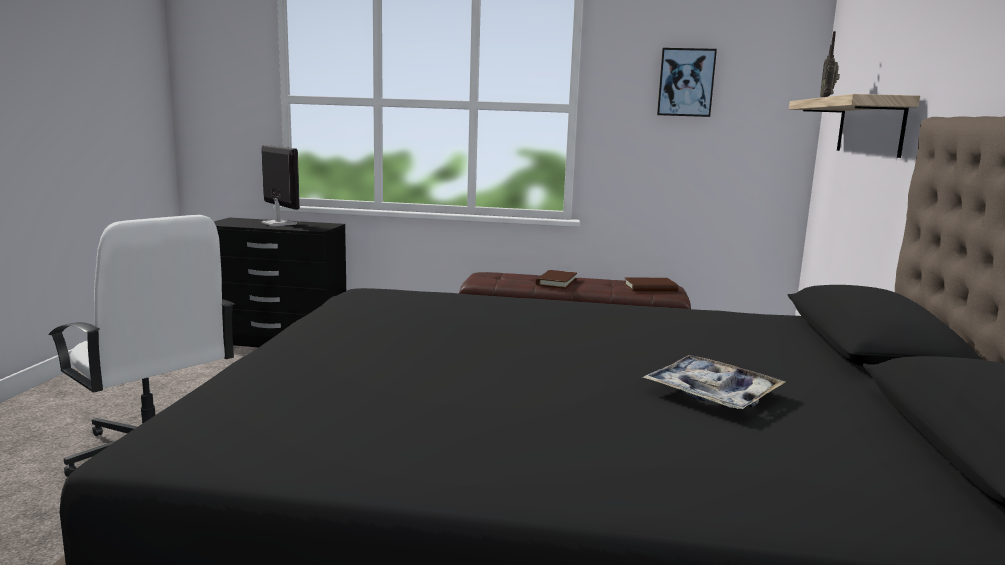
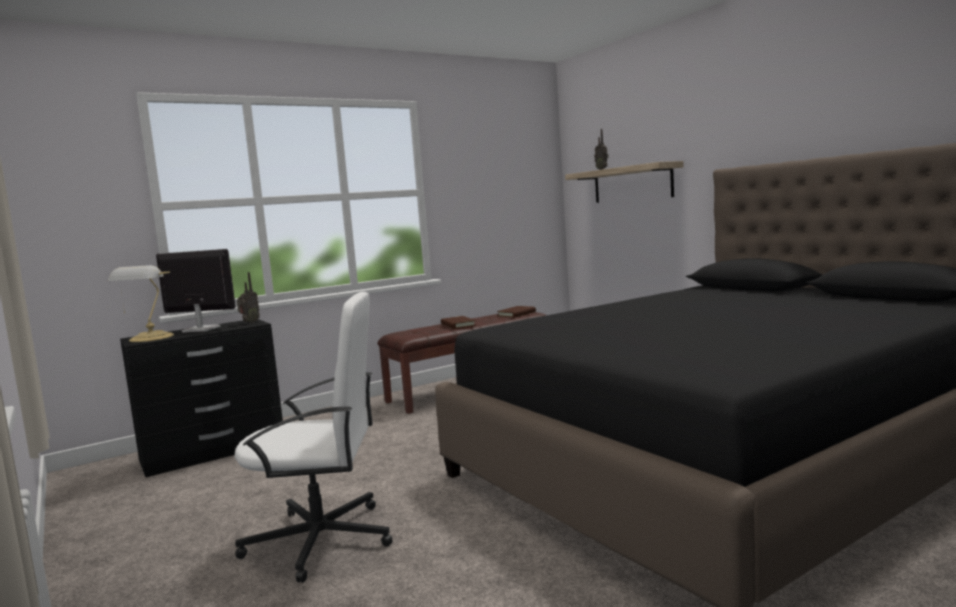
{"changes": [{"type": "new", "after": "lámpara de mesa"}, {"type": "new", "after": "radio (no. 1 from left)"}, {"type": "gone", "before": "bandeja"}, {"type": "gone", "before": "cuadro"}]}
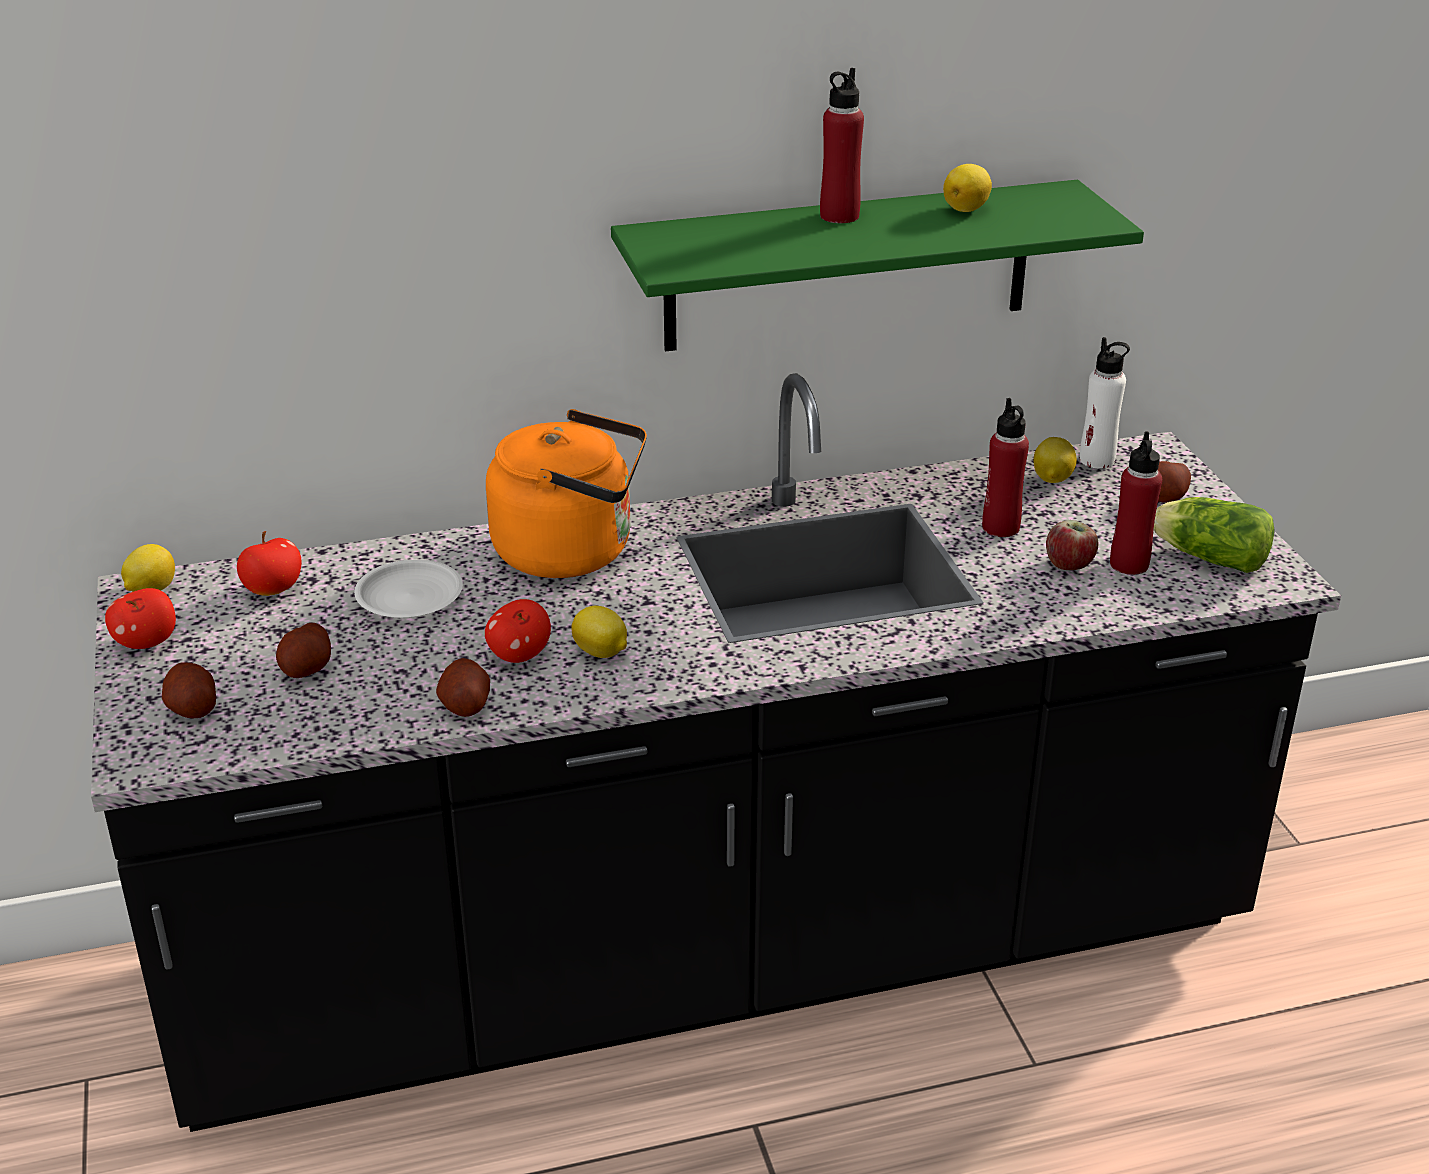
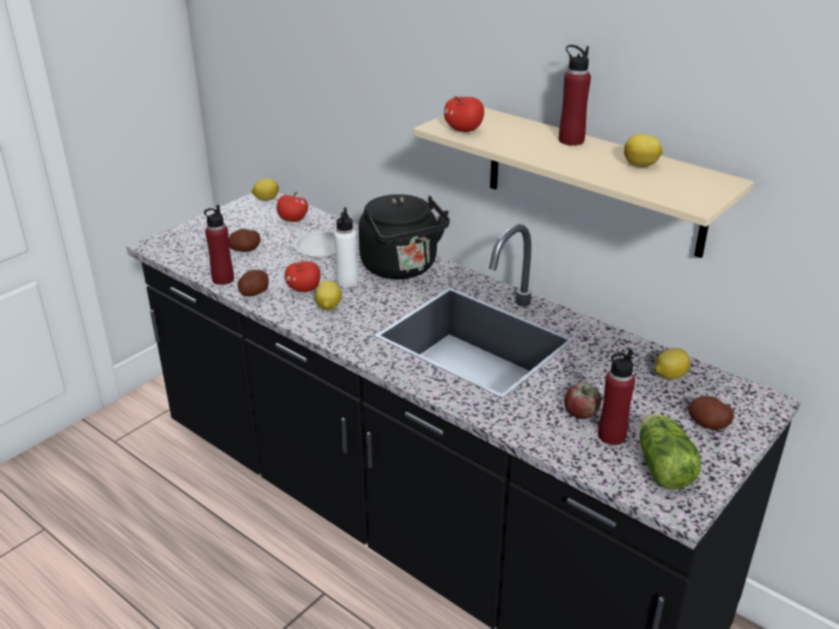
{"changes": [{"type": "shifted", "before": "botella [rojo] (no. 2 from left in the first image)", "after": "botella [rojo] (no. 1 from left)"}, {"type": "shifted", "before": "botella [blanco]"}, {"type": "repainted", "before": "hervidor [naranja]", "after": "hervidor [negro]"}, {"type": "repainted", "before": "estante [verde]", "after": "estante [beis]"}, {"type": "shifted", "before": "manzana (no. 1 from left in the first image)", "after": "manzana (no. 3 from left)"}, {"type": "gone", "before": "patata (no. 1 from left)"}]}
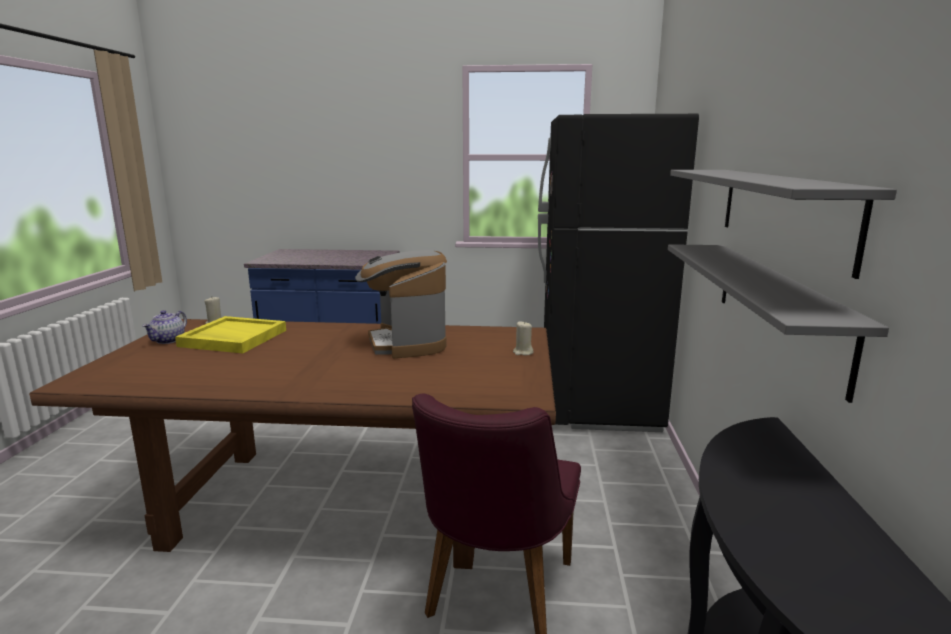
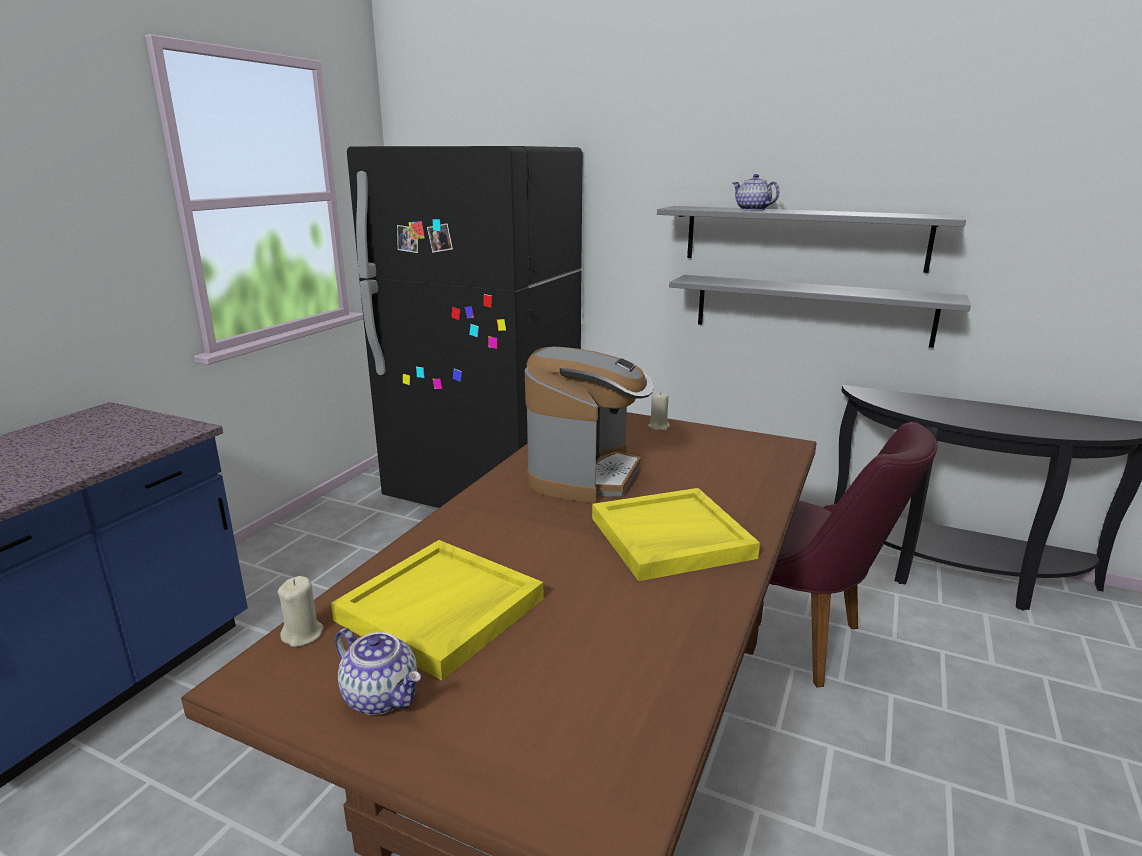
{"changes": [{"type": "rotated", "before": "cafetera", "turn": -75}, {"type": "new", "after": "bandeja [amarillo] (no. 2 from left)"}, {"type": "new", "after": "tetera (no. 2 from left)"}]}
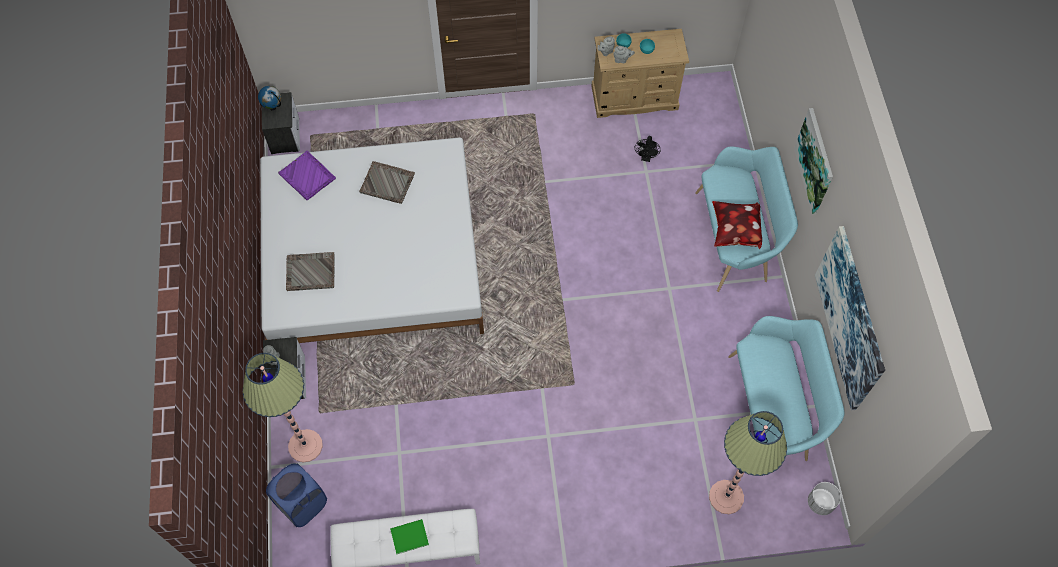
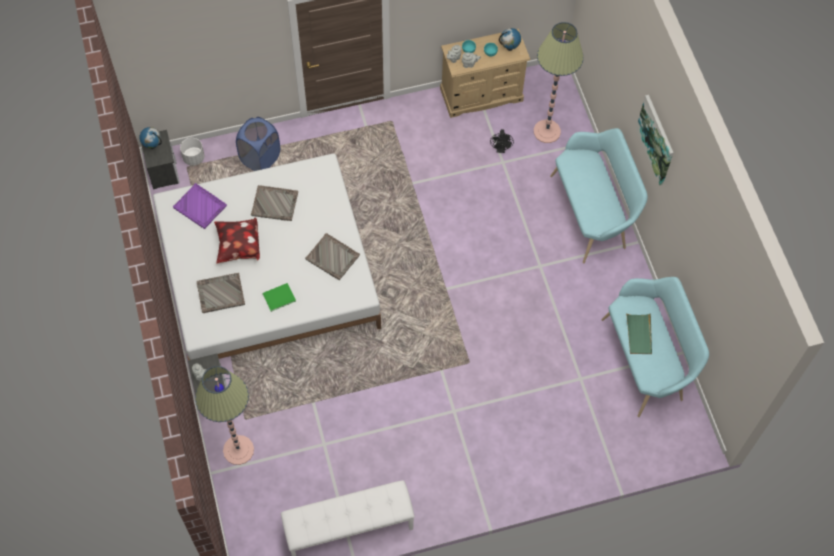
{"changes": [{"type": "shifted", "before": "maceta [blanco]"}, {"type": "shifted", "before": "cojín"}, {"type": "shifted", "before": "cesto de la ropa [azul]"}, {"type": "shifted", "before": "libro [verde]"}, {"type": "new", "after": "bandeja [gris] (no. 3 from left)"}, {"type": "new", "after": "globo terráqueo (no. 2 from left)"}, {"type": "shifted", "before": "lámpara de pie (no. 2 from left)"}, {"type": "new", "after": "bandeja [verde]"}, {"type": "gone", "before": "cuadro (no. 2 from left)"}]}
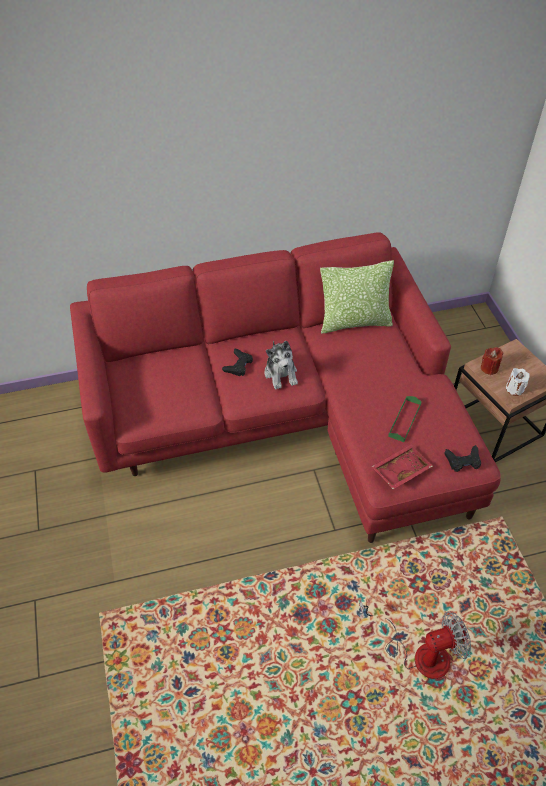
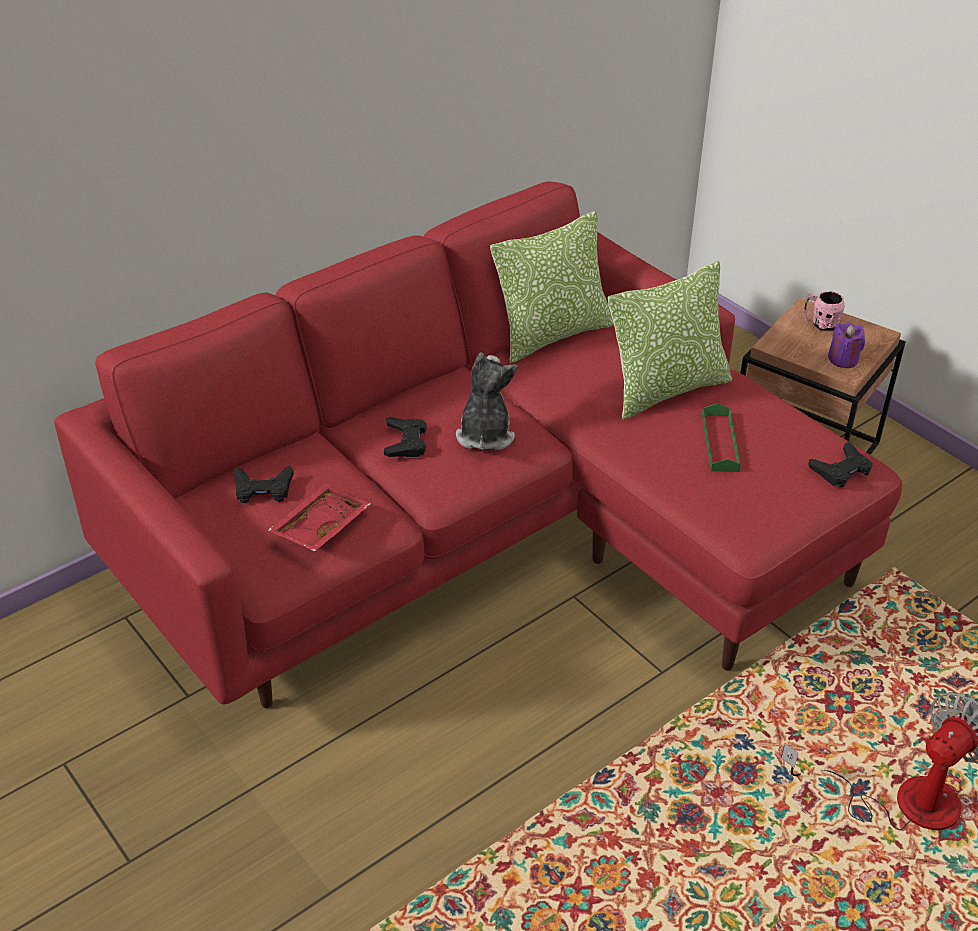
{"changes": [{"type": "new", "after": "mando de consola [negro] (no. 1 from left)"}, {"type": "shifted", "before": "bandeja [rojo]"}, {"type": "rotated", "before": "peluche", "turn": -135}, {"type": "new", "after": "cojín (no. 2 from left)"}, {"type": "new", "after": "taza grande [rosa]"}, {"type": "repainted", "before": "vela [blanco]", "after": "vela [morado]"}, {"type": "gone", "before": "vela [rojo]"}]}
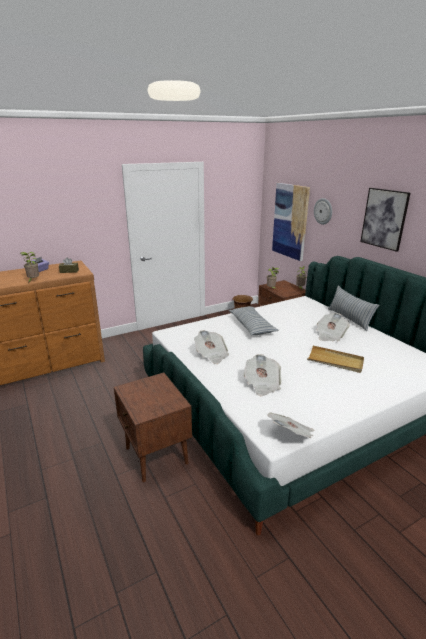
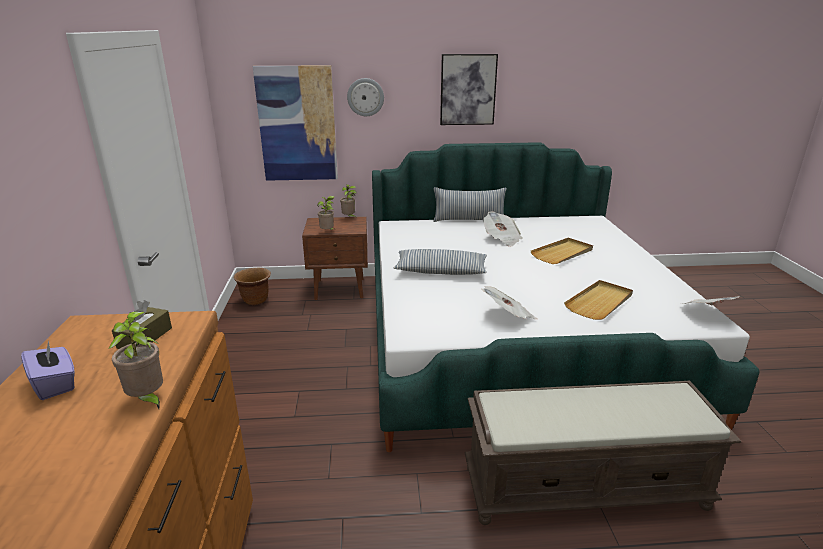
{"changes": [{"type": "swapped", "before": "mesita de noche [marrón] (no. 1 from left)", "after": "banco [marrón]"}, {"type": "swapped", "before": "periódico (no. 2 from left)", "after": "bandeja [beis] (no. 2 from left)"}]}
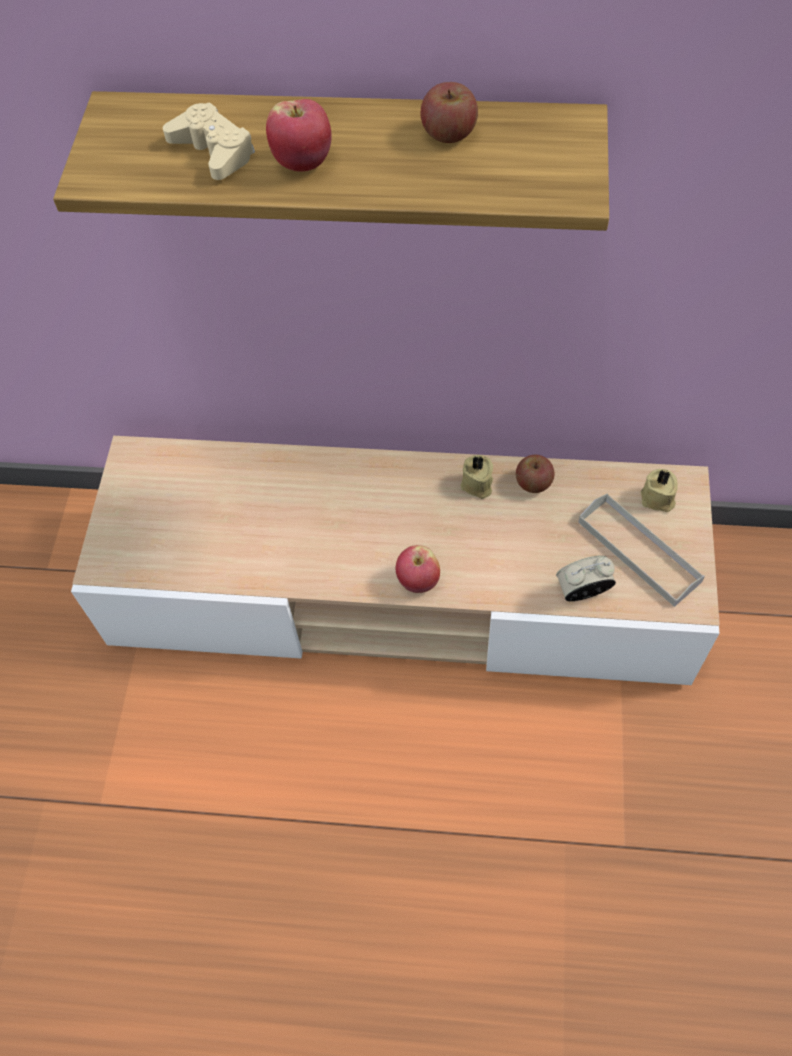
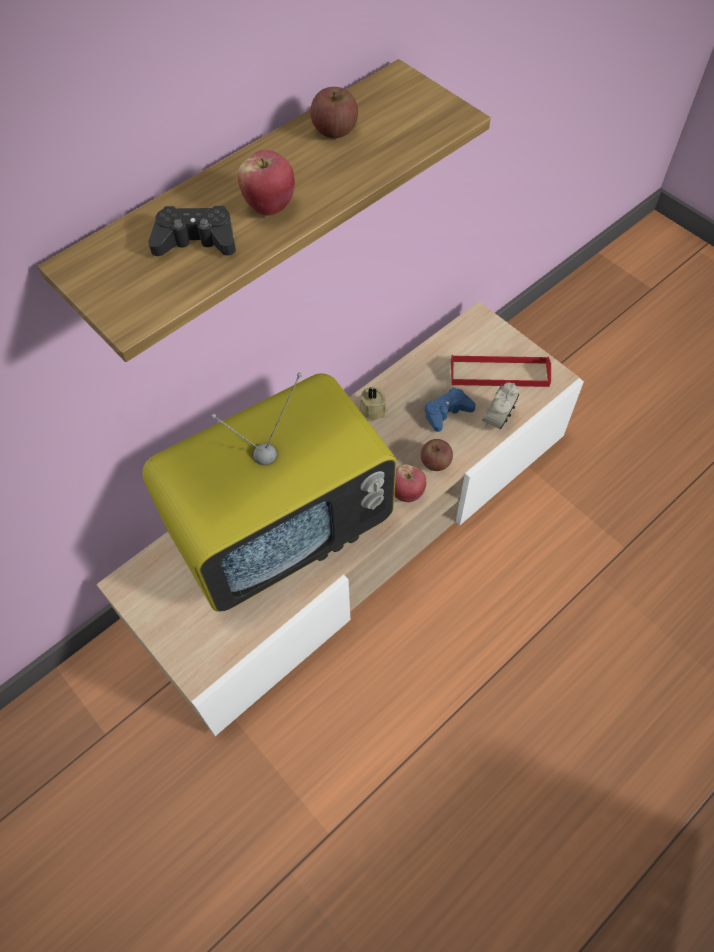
{"changes": [{"type": "new", "after": "televisor"}, {"type": "repainted", "before": "mando de consola [beis]", "after": "mando de consola [negro]"}, {"type": "shifted", "before": "manzana (no. 4 from left)"}, {"type": "new", "after": "mando de consola [azul]"}, {"type": "repainted", "before": "bandeja [gris]", "after": "bandeja [rojo]"}, {"type": "gone", "before": "vela [beis] (no. 2 from left)"}]}
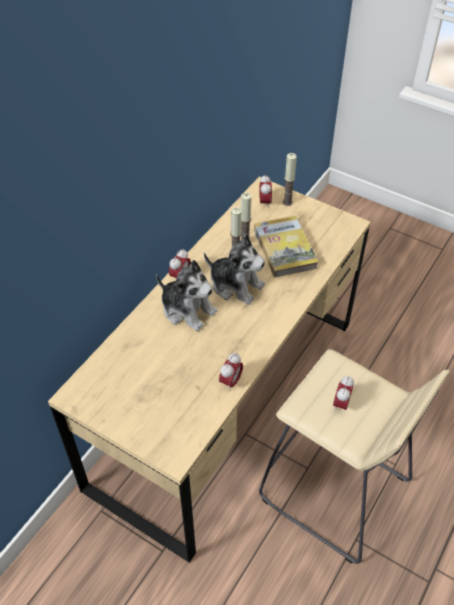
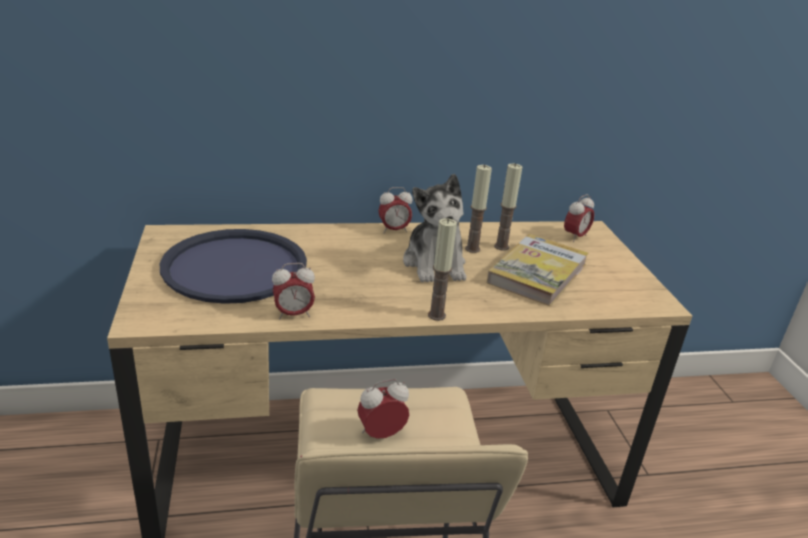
{"changes": [{"type": "new", "after": "bandeja [azul]"}, {"type": "shifted", "before": "vela (no. 3 from left in the first image)", "after": "vela (no. 1 from left)"}, {"type": "gone", "before": "peluche (no. 1 from left)"}]}
